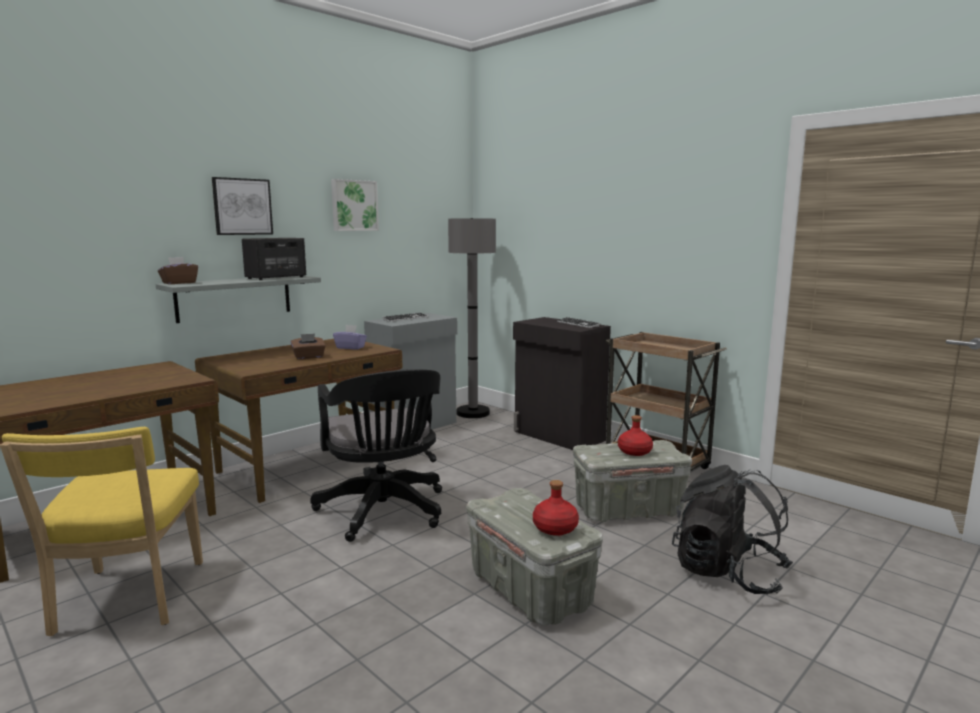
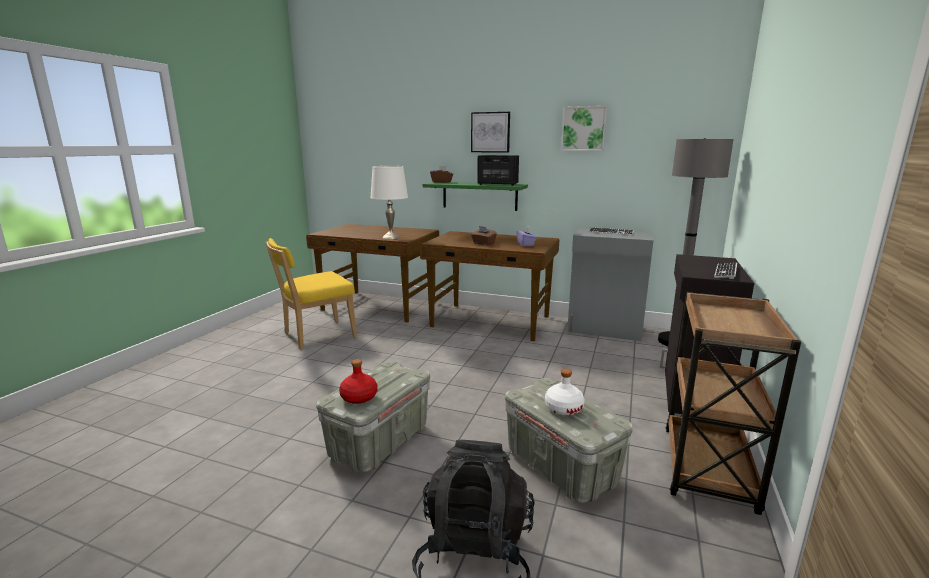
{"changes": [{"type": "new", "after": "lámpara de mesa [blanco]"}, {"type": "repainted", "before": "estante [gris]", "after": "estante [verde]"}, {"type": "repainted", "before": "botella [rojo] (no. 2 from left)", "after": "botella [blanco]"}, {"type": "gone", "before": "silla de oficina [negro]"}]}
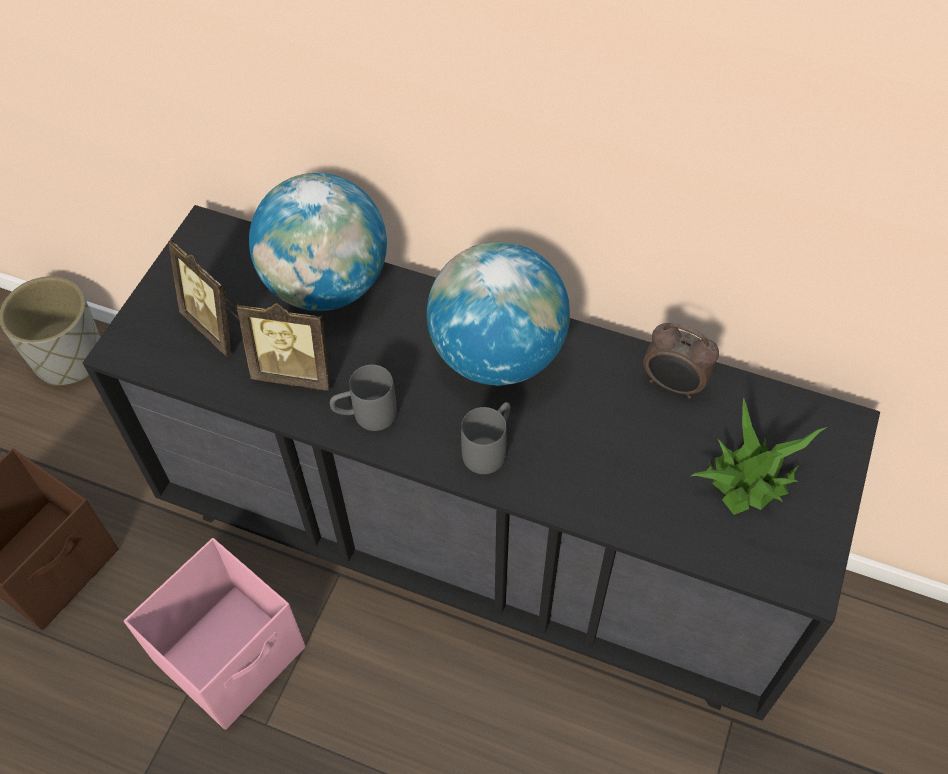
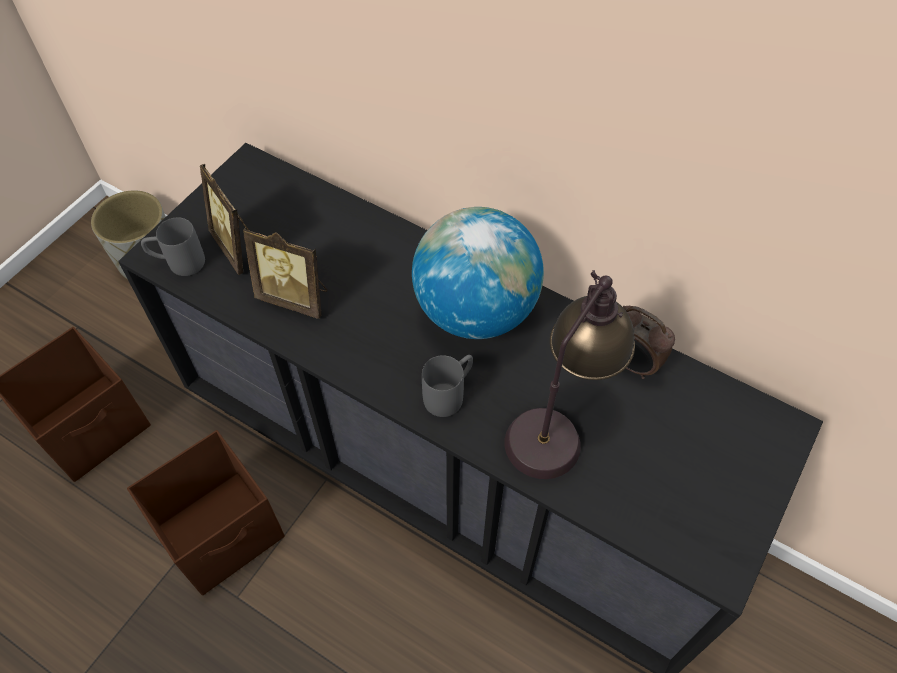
{"changes": [{"type": "repainted", "before": "caja de almacenaje [rosa]", "after": "caja de almacenaje [marrón] (no. 2 from left)"}, {"type": "shifted", "before": "taza grande [gris] (no. 1 from left)"}, {"type": "new", "after": "lámpara de mesa"}, {"type": "gone", "before": "globo terráqueo (no. 1 from left)"}, {"type": "gone", "before": "planta en maceta"}]}
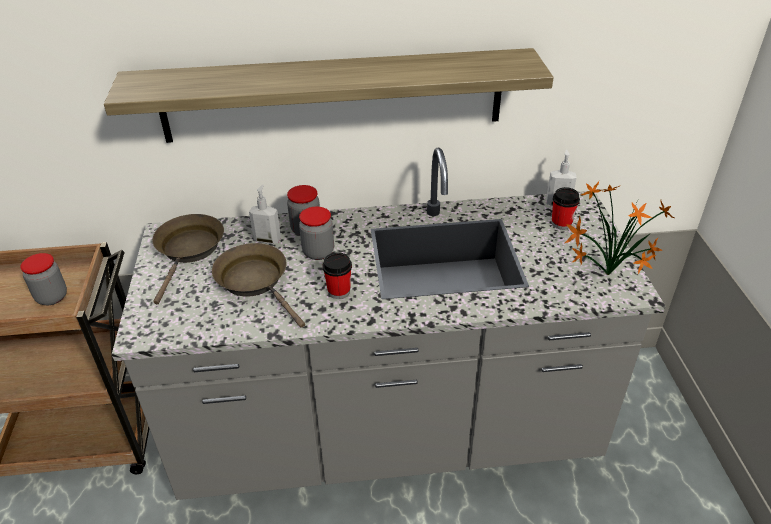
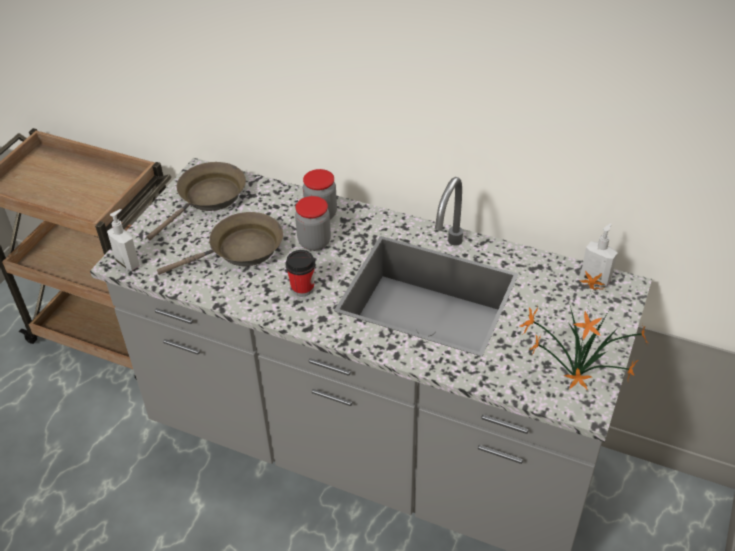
{"changes": [{"type": "shifted", "before": "dispensador de jabón (no. 1 from left)"}, {"type": "rotated", "before": "sartén [marrón] (no. 2 from left)", "turn": 75}, {"type": "gone", "before": "tarro (no. 1 from left)"}, {"type": "gone", "before": "estante"}, {"type": "gone", "before": "taza (no. 2 from left)"}]}
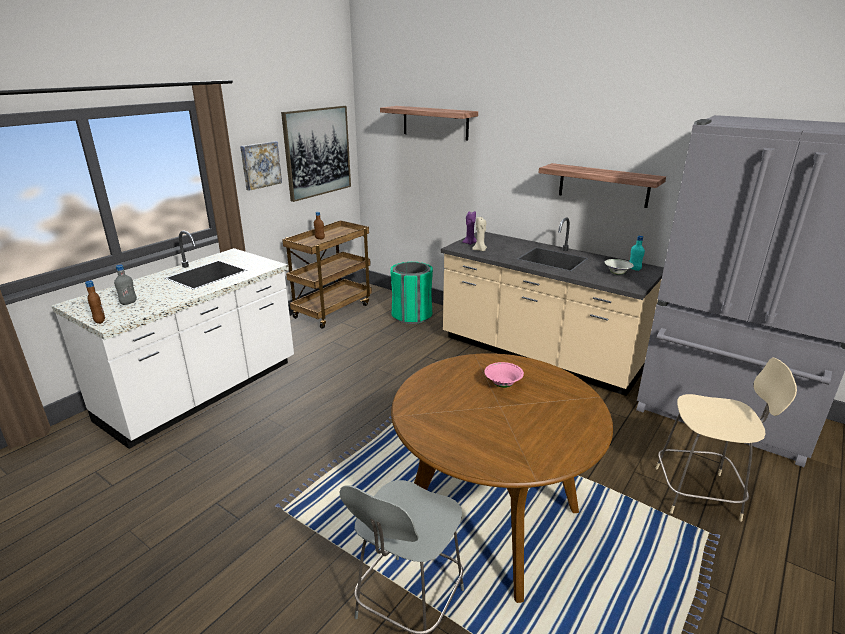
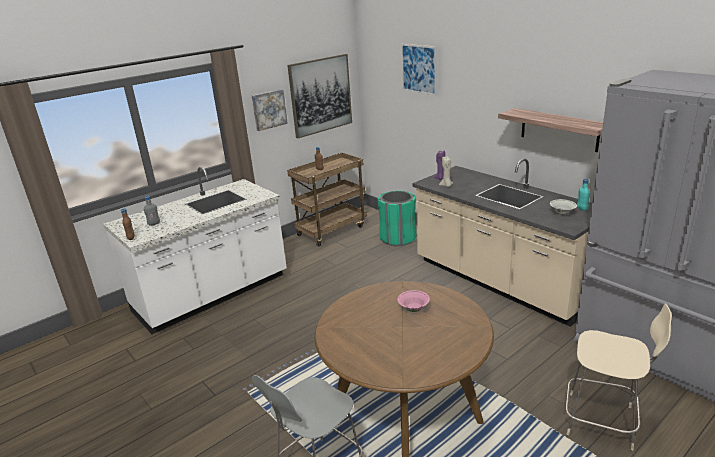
{"changes": [{"type": "swapped", "before": "estante (no. 1 from left)", "after": "cuadro (no. 3 from left)"}]}
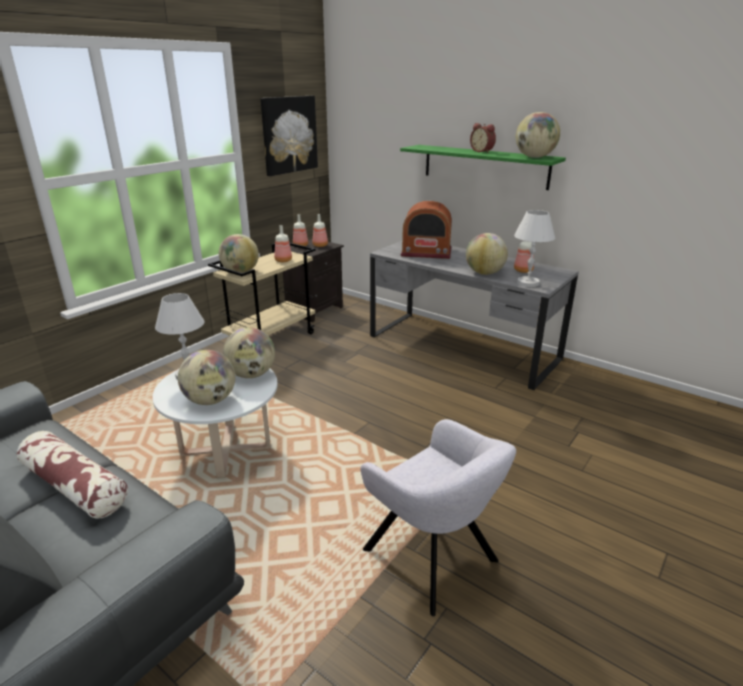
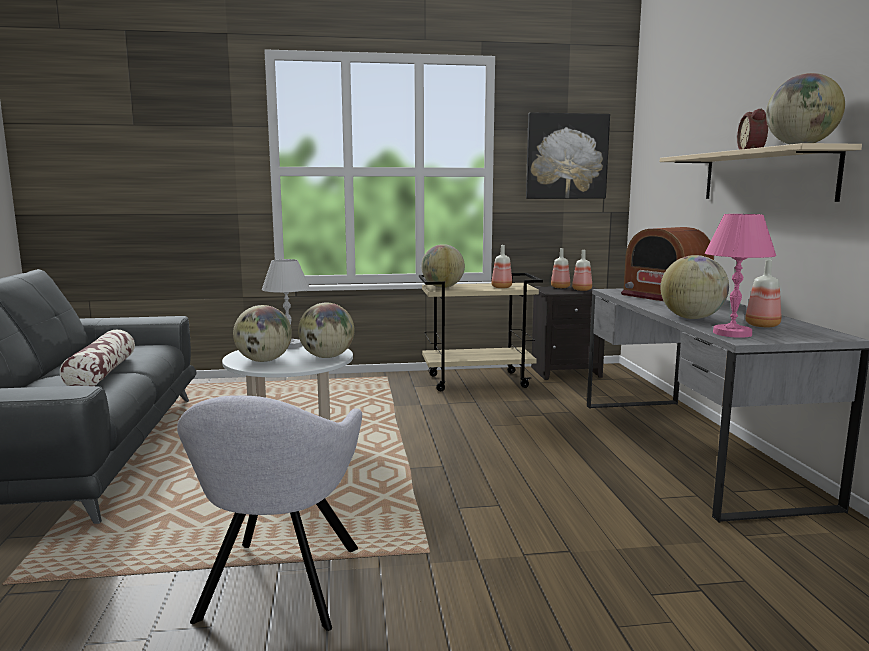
{"changes": [{"type": "repainted", "before": "estante [verde]", "after": "estante [beis]"}, {"type": "repainted", "before": "lámpara de mesa [blanco] (no. 2 from left)", "after": "lámpara de mesa [rosa]"}]}
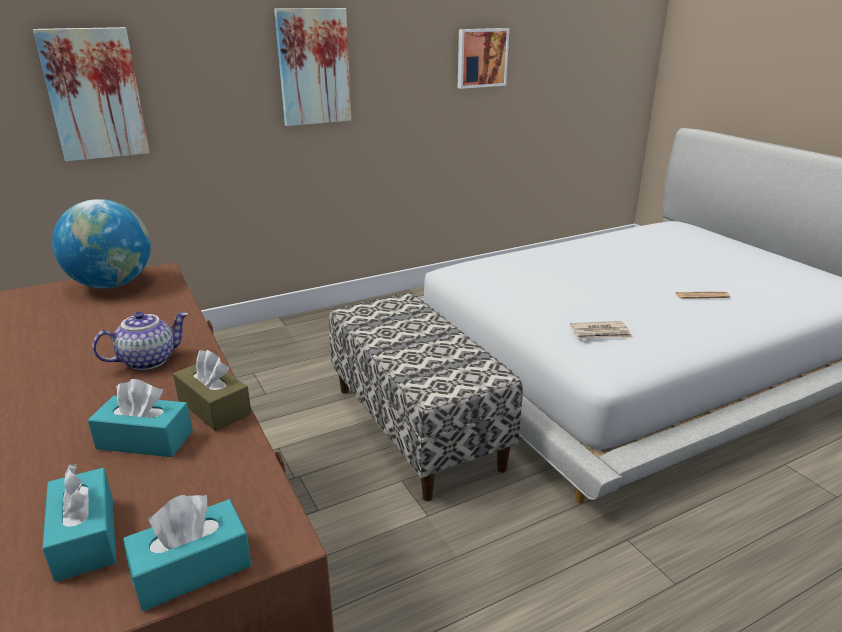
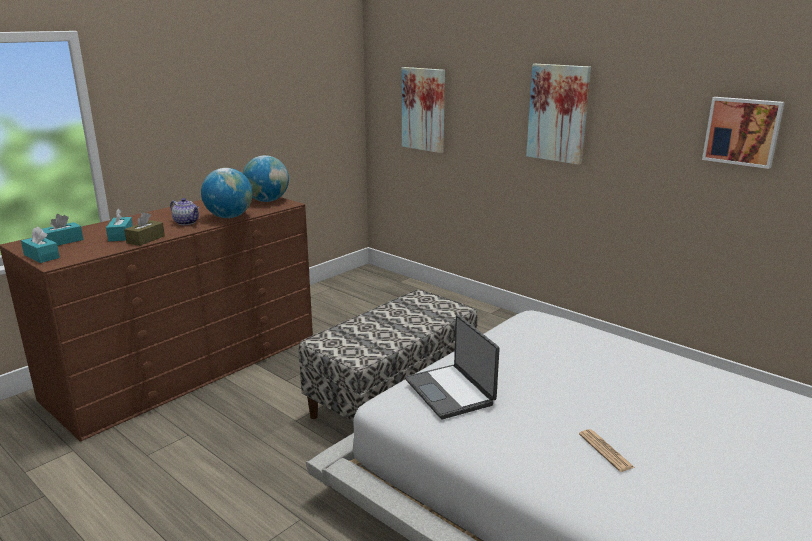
{"changes": [{"type": "new", "after": "globo terráqueo (no. 1 from left)"}, {"type": "swapped", "before": "periódico (no. 1 from left)", "after": "portátil"}]}
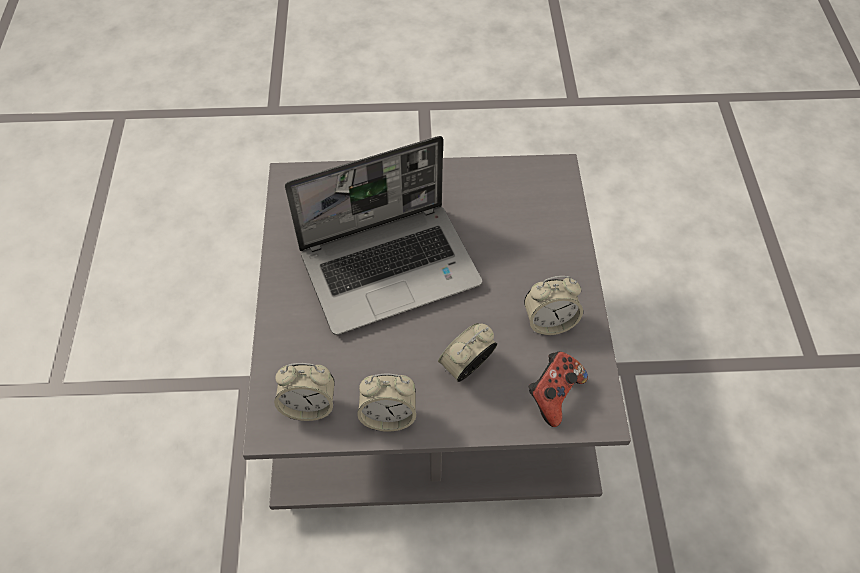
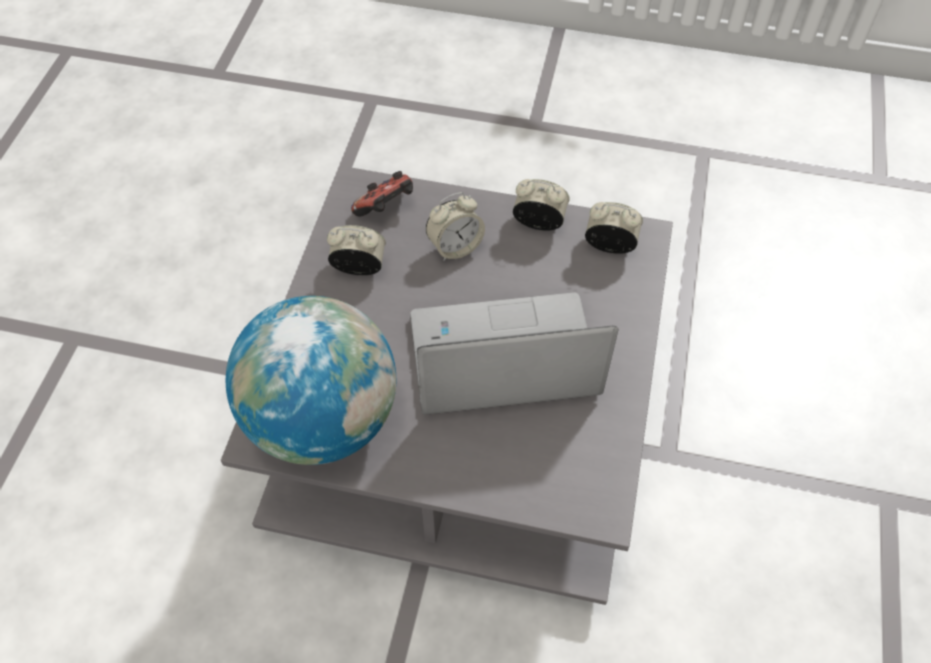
{"changes": [{"type": "new", "after": "globo terráqueo"}]}
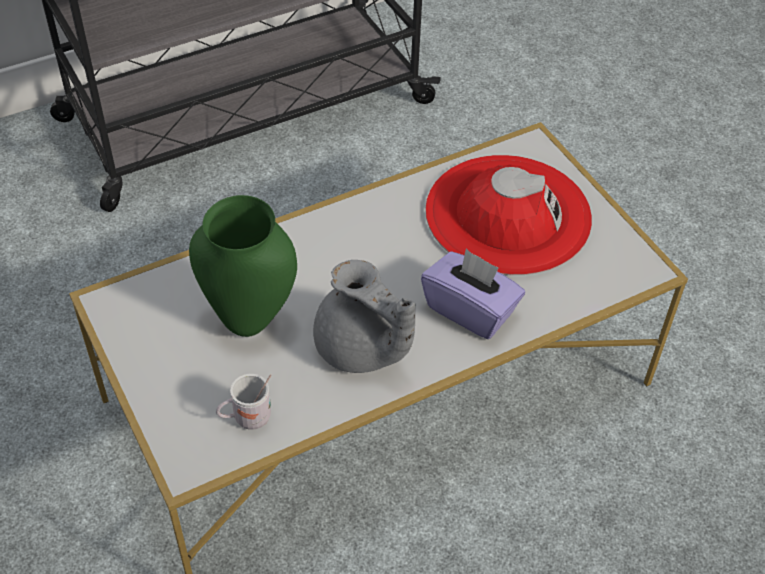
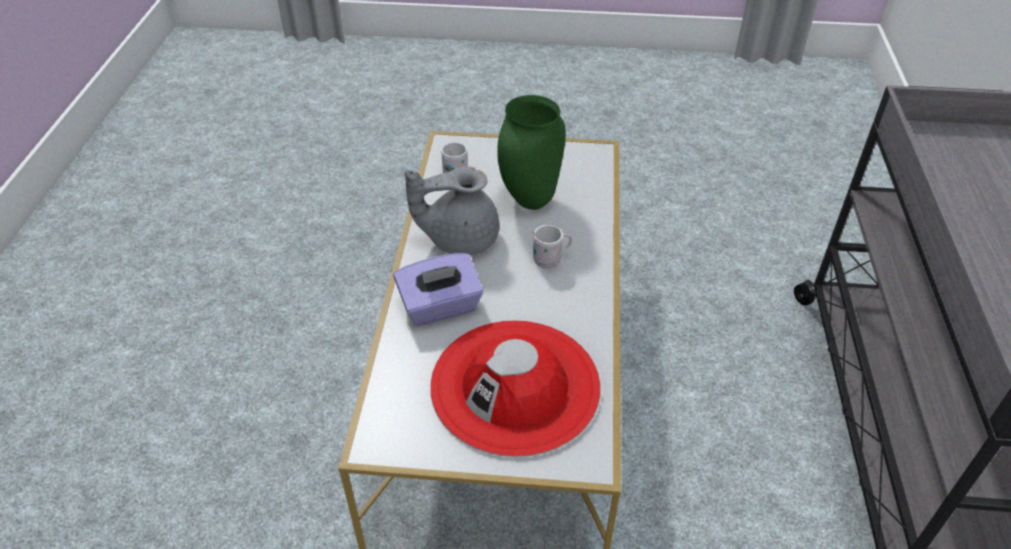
{"changes": [{"type": "new", "after": "taza grande [blanco] (no. 2 from left)"}]}
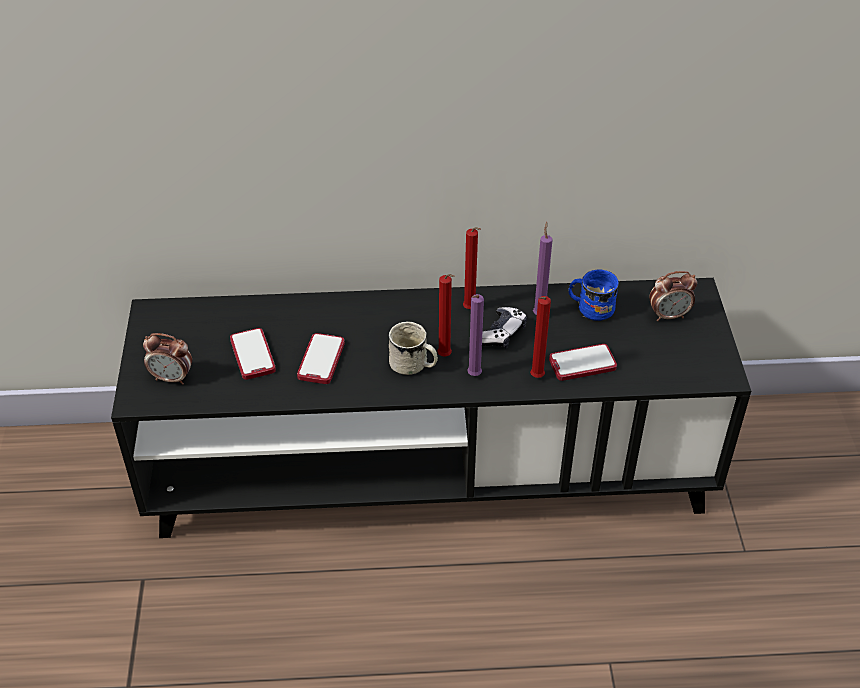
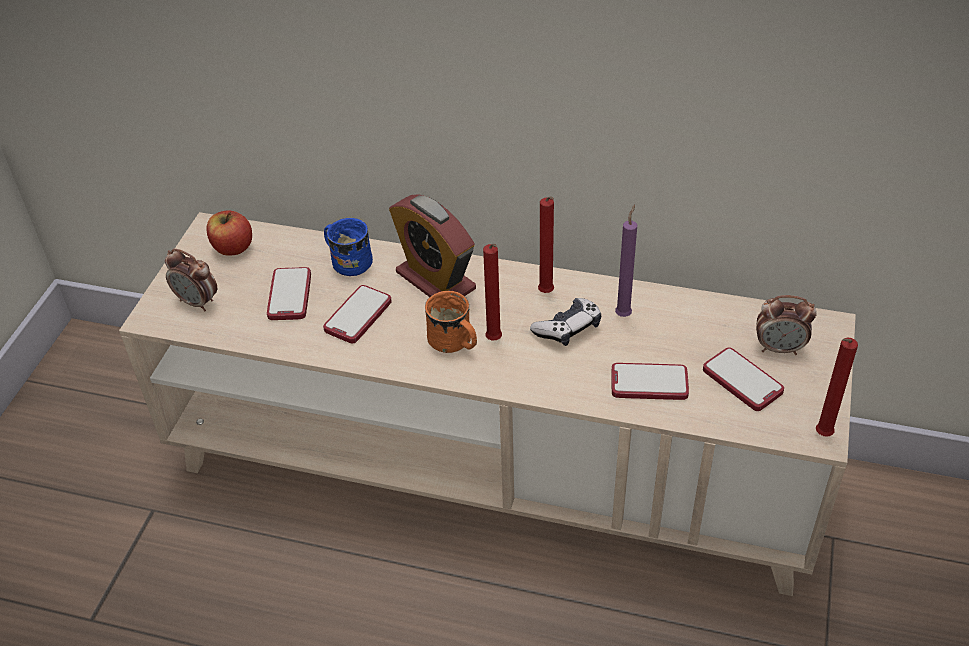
{"changes": [{"type": "repainted", "before": "mueble de televisión [negro]", "after": "mueble de televisión [beis]"}, {"type": "new", "after": "manzana"}, {"type": "shifted", "before": "taza grande [azul]"}, {"type": "new", "after": "despertador (no. 2 from left)"}, {"type": "repainted", "before": "taza grande [blanco]", "after": "taza grande [naranja]"}, {"type": "new", "after": "móvil (no. 4 from left)"}, {"type": "shifted", "before": "vela [rojo] (no. 3 from left)"}, {"type": "gone", "before": "vela [morado] (no. 1 from left)"}]}
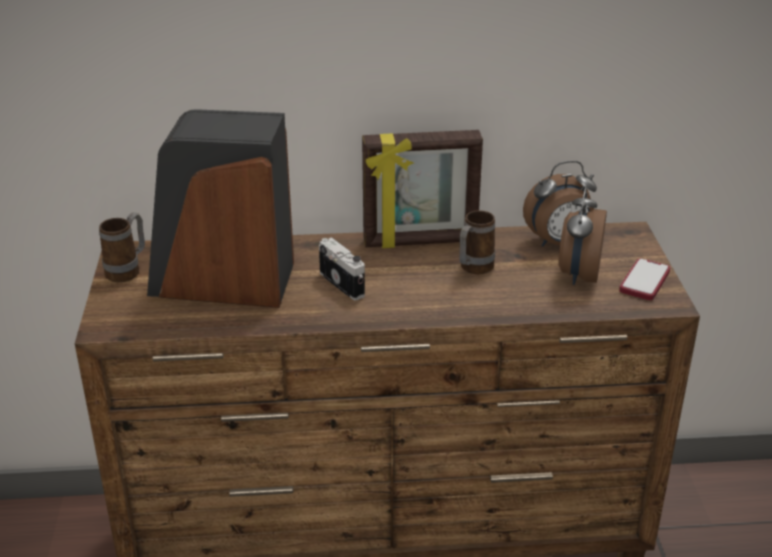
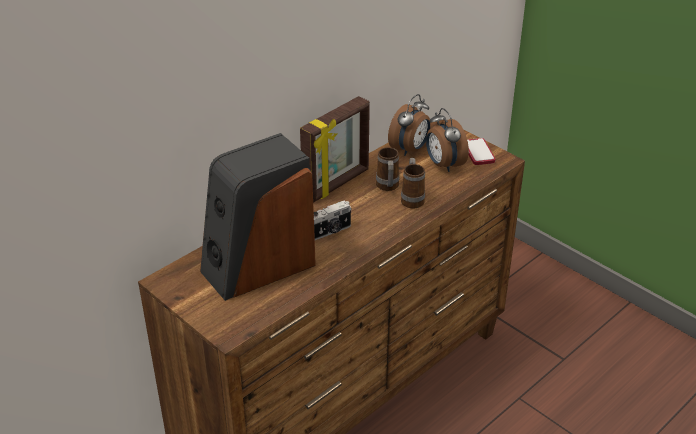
{"changes": [{"type": "rotated", "before": "cámara", "turn": 135}, {"type": "shifted", "before": "taza grande (no. 1 from left in the first image)", "after": "taza grande (no. 2 from left)"}]}
